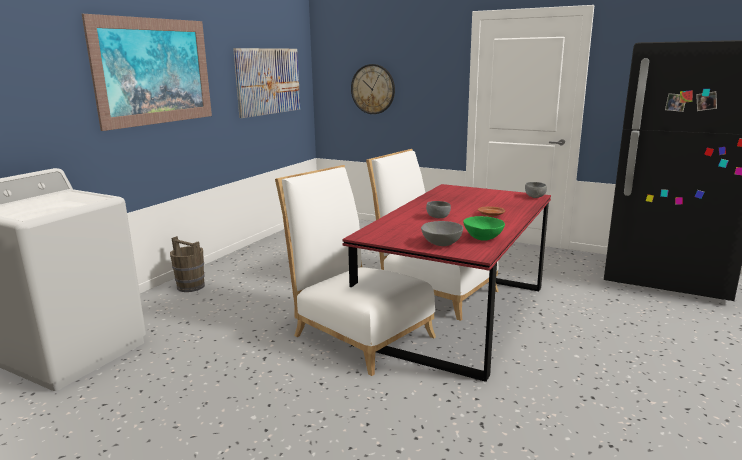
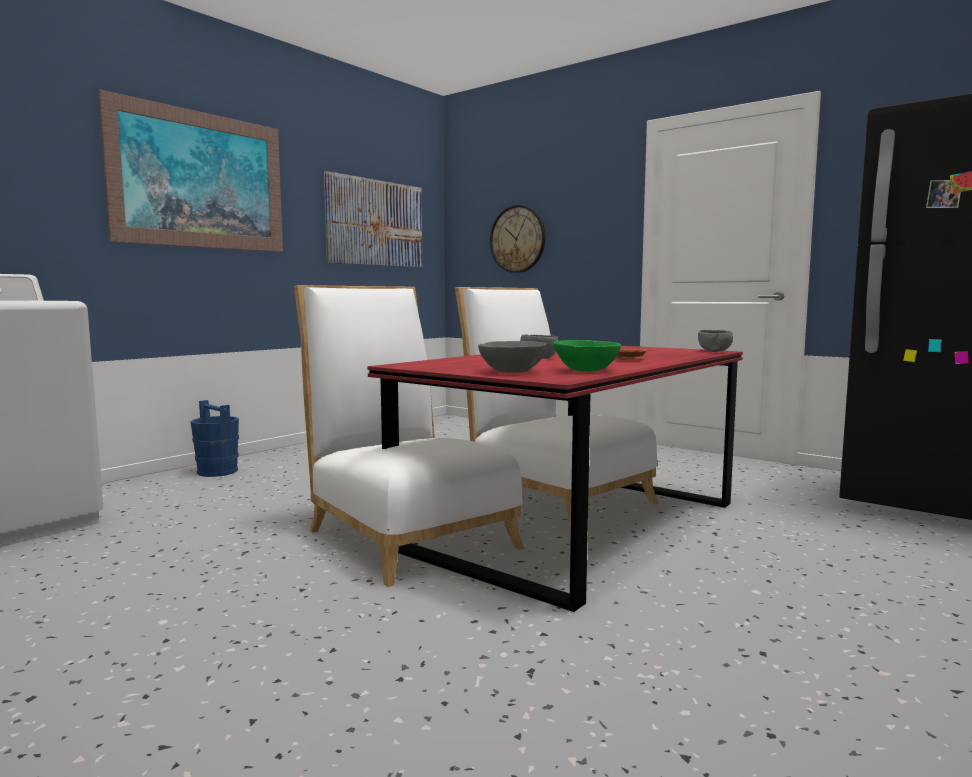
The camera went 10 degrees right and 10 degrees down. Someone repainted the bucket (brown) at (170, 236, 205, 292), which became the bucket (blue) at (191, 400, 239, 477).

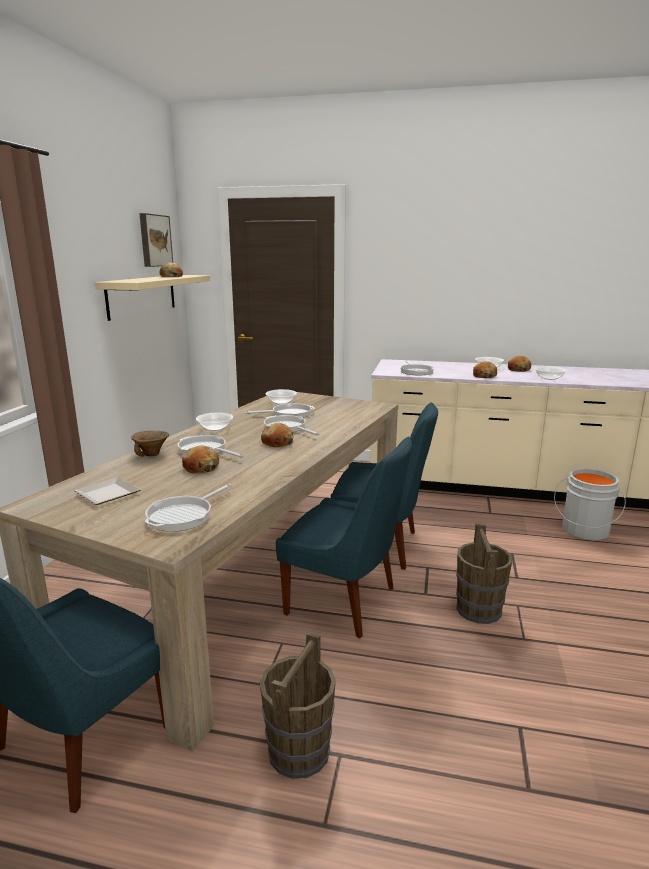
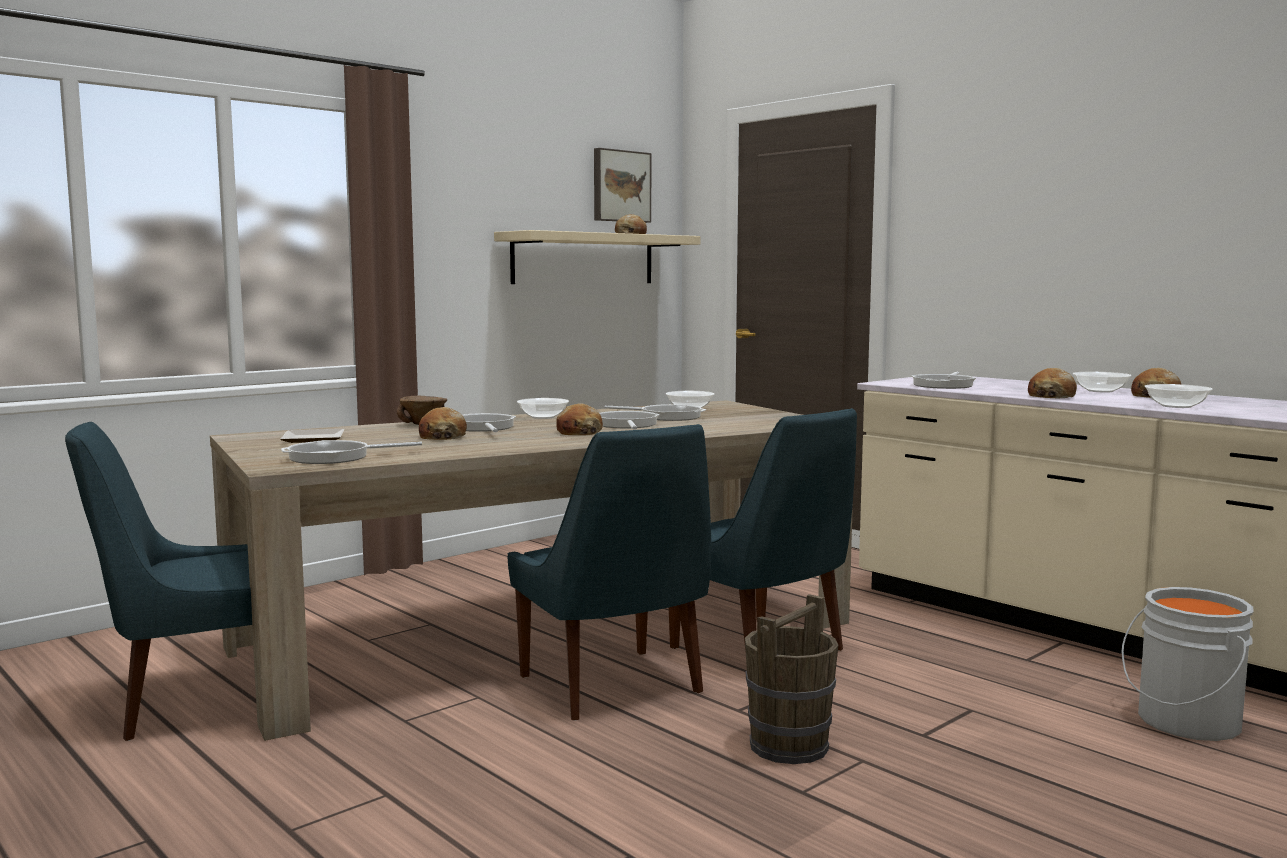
The camera went 35 degrees right and 10 degrees down. Someone took away the bucket (brown) at (260, 632, 336, 779).

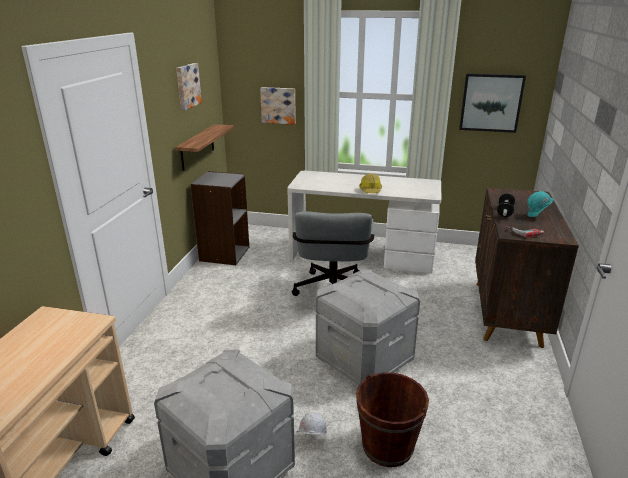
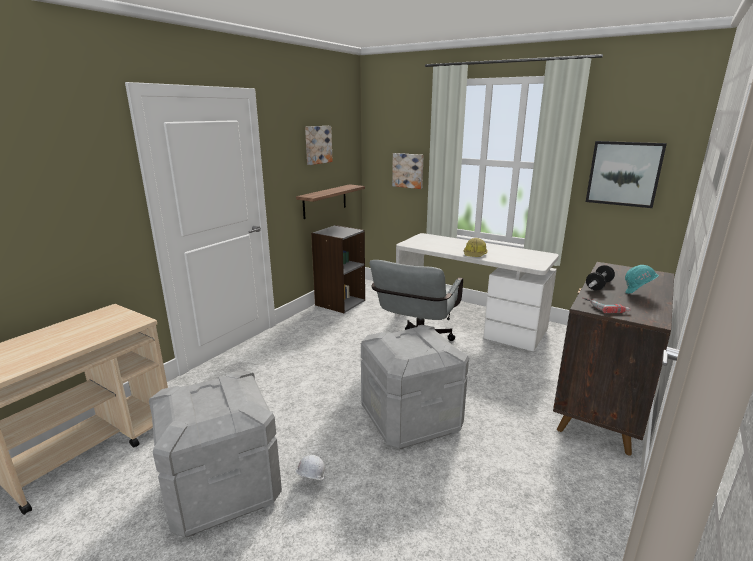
The camera went 20 degrees right and 5 degrees down. Someone took away the bucket (brown) at (356, 372, 429, 467).

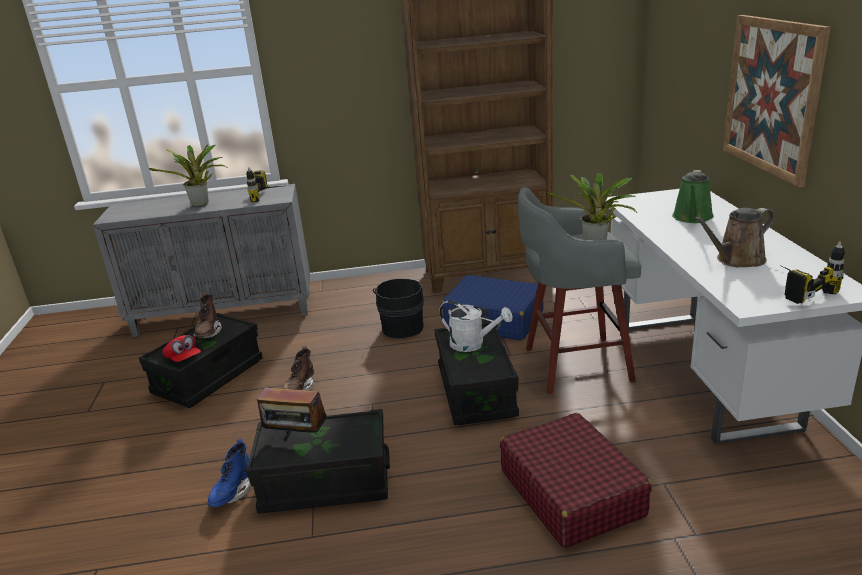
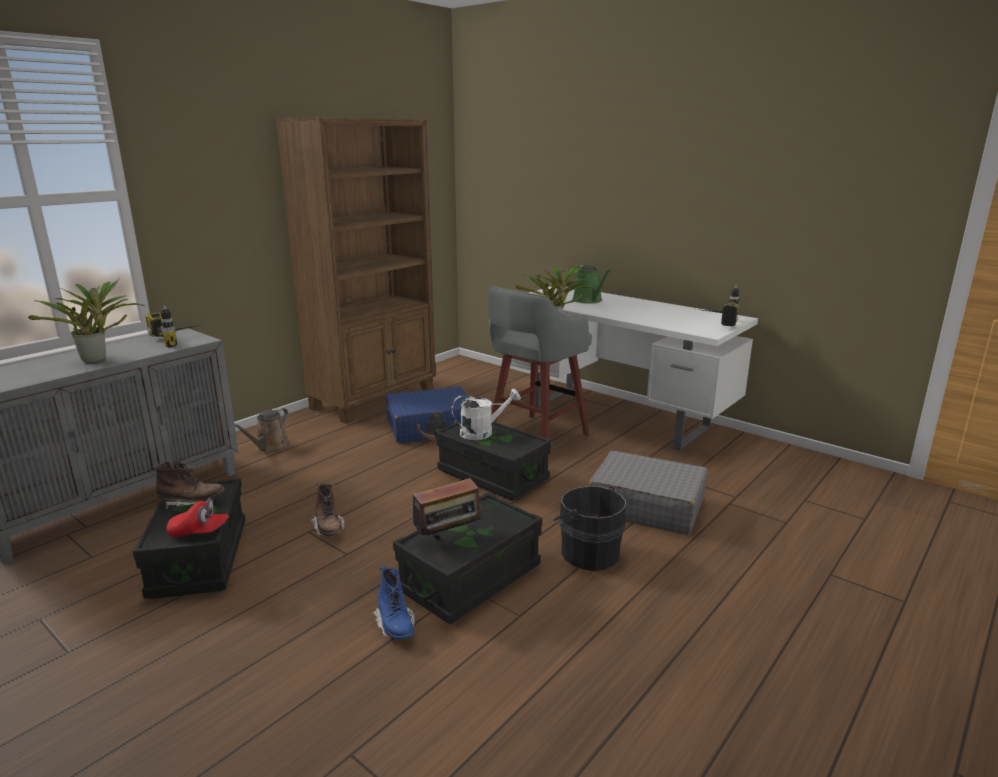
The camera went 45 degrees left and 5 degrees down. Someone rotated the boot (brown) at (193, 292, 222, 338) by 45 degrees counterclockwise. Someone carried the bucket (black) from (373, 279, 425, 338) to (553, 486, 626, 571). Someone repainted the suitcase (red) at (500, 413, 652, 548), which became the suitcase (grey) at (588, 451, 707, 535). Someone carried the watering can (brown) from (694, 208, 775, 267) to (235, 408, 290, 453). Someone took away the picture at (723, 15, 831, 187).

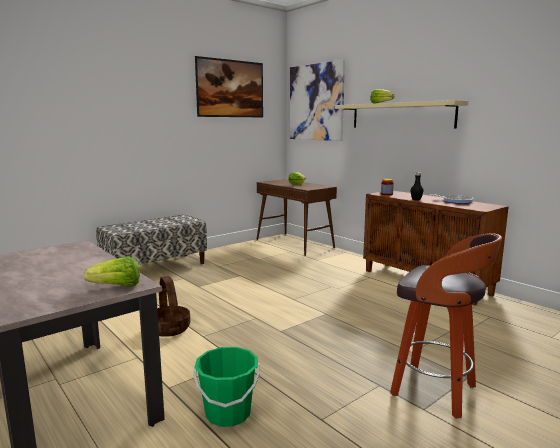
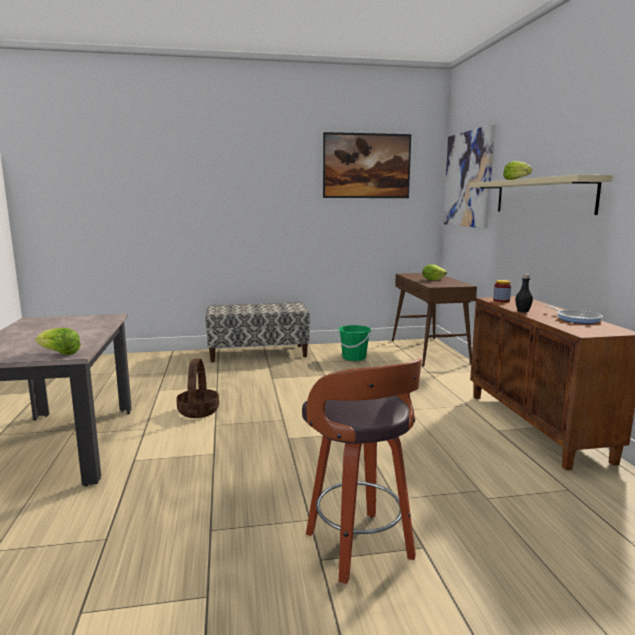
The camera went 30 degrees right and 0 degrees up. Someone carried the bucket (green) from (193, 347, 259, 427) to (338, 325, 371, 361).

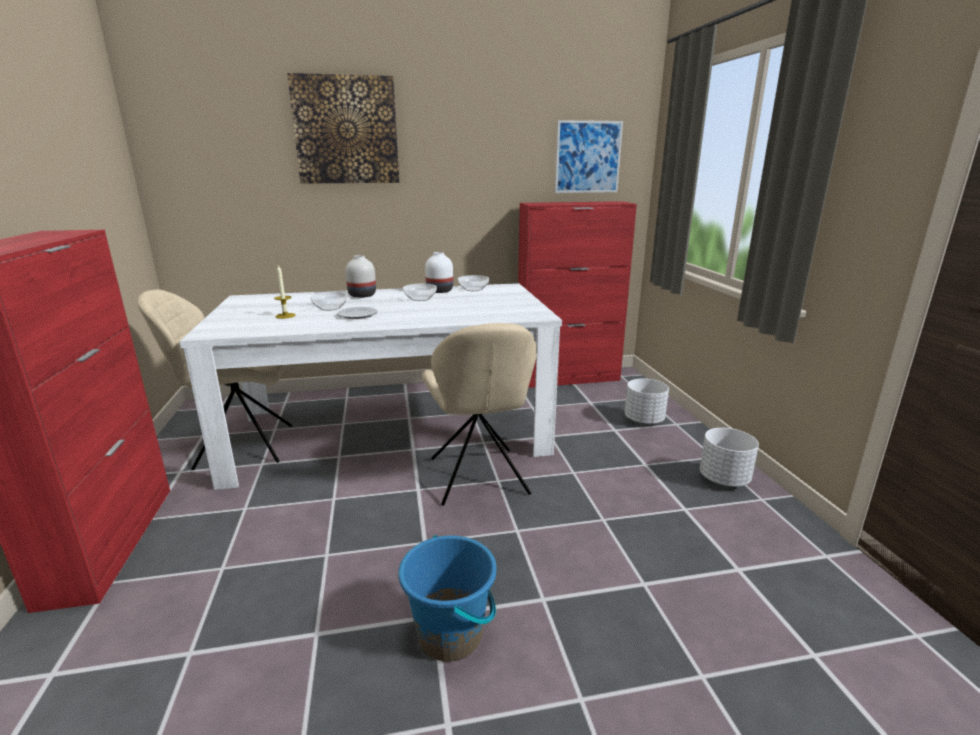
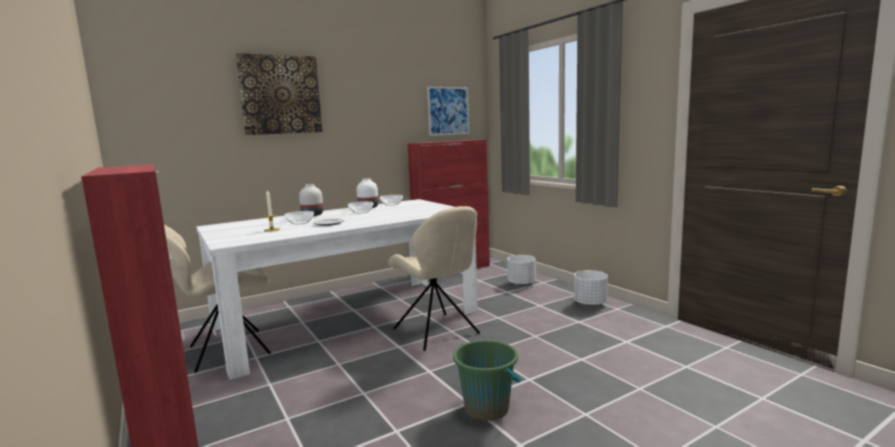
The camera went 20 degrees left and 10 degrees down. Someone repainted the bucket (blue) at (399, 535, 497, 662), which became the bucket (green) at (453, 340, 521, 421).

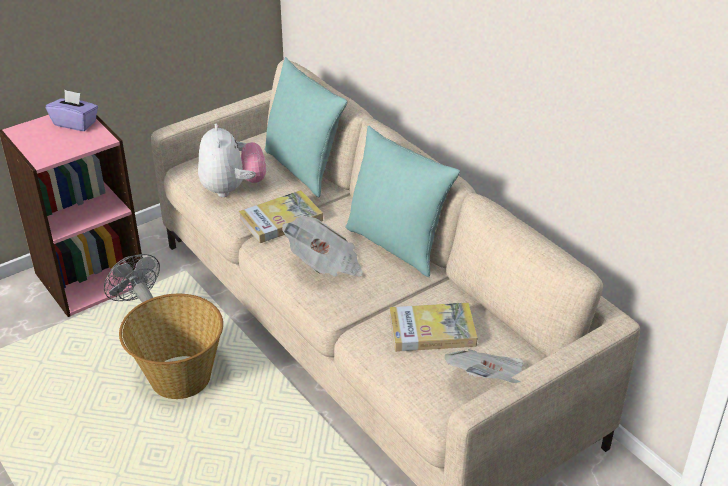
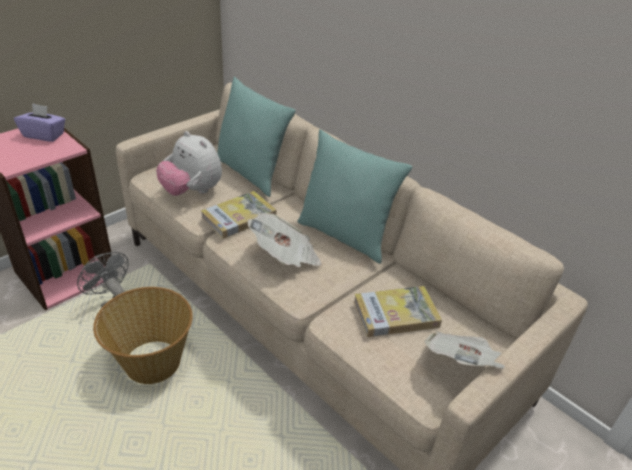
The camera went 10 degrees left and 0 degrees up. Someone rotated the plush toy at (198, 124, 266, 197) by 150 degrees clockwise.

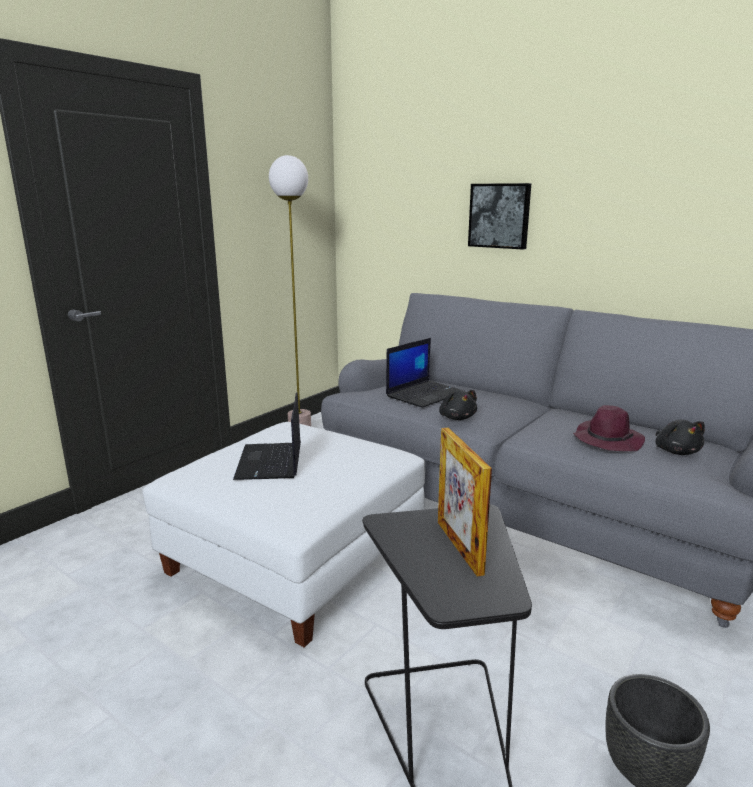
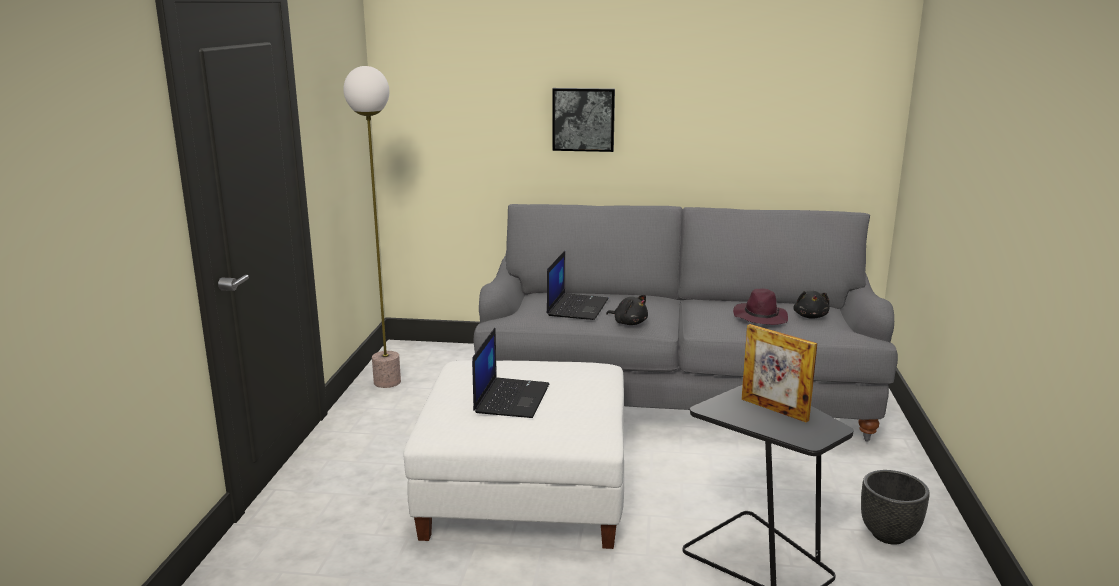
The camera went 30 degrees left and 0 degrees up. Someone rotated the laptop at (233, 392, 301, 480) by 135 degrees counterclockwise. Someone rotated the plush toy (black) at (656, 420, 705, 455) by 45 degrees clockwise.

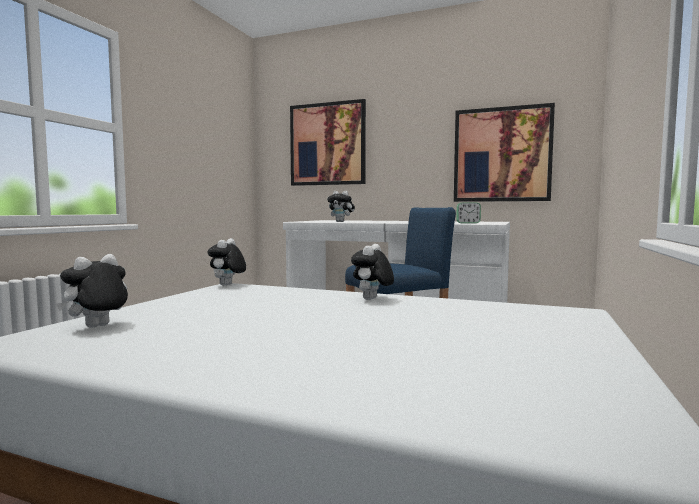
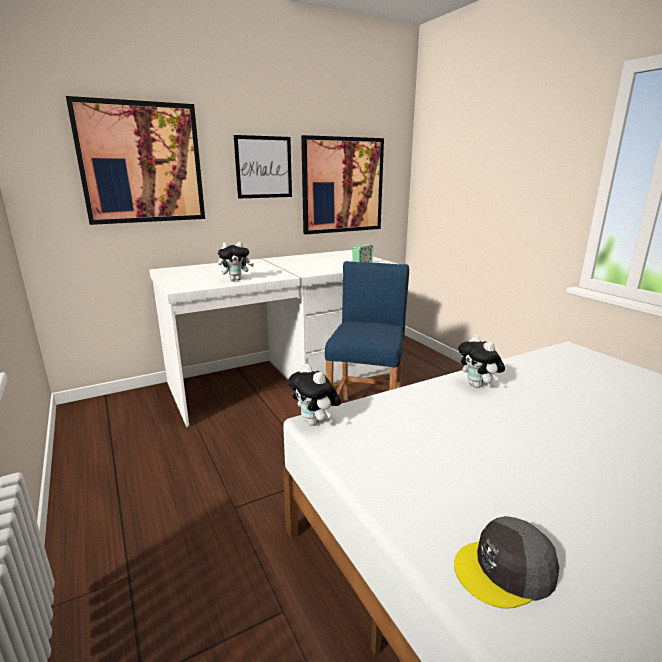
The camera went 50 degrees left and 15 degrees up. Someone swapped the plush toy at (56, 254, 128, 328) for the cap (grey) at (454, 516, 559, 609). Someone put up the picture at (234, 135, 292, 199).

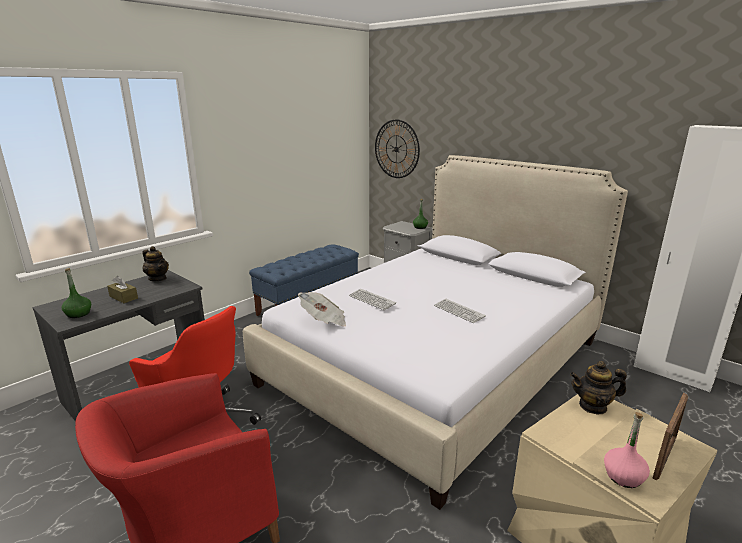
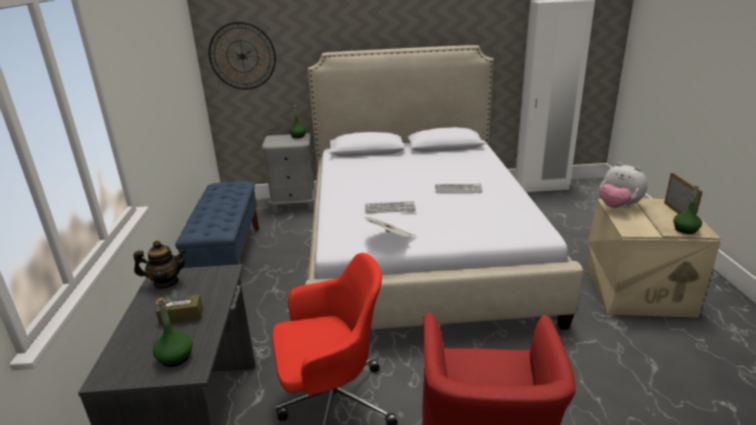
The camera went 45 degrees left and 5 degrees up. Someone swapped the teapot at (570, 361, 627, 414) for the plush toy at (599, 162, 647, 208). Someone repainted the bottle (pink) at (604, 412, 650, 488), which became the bottle (green) at (673, 186, 702, 234).

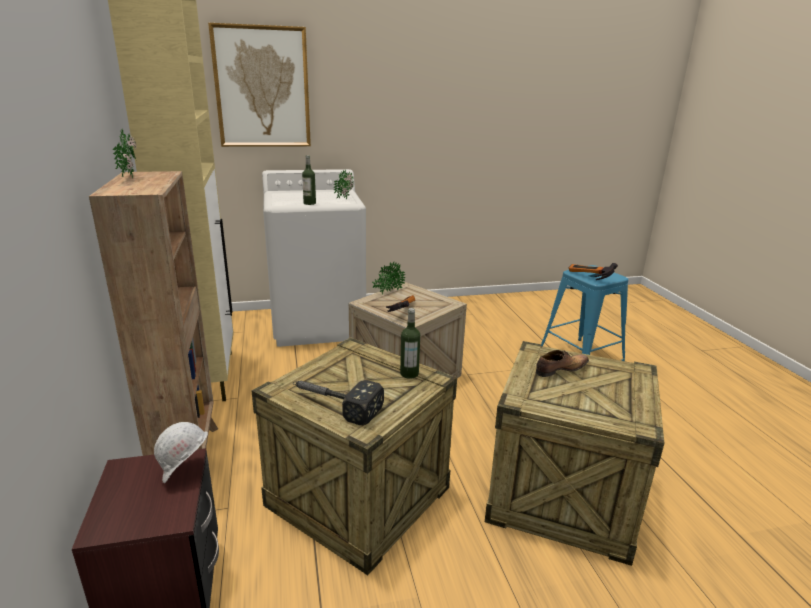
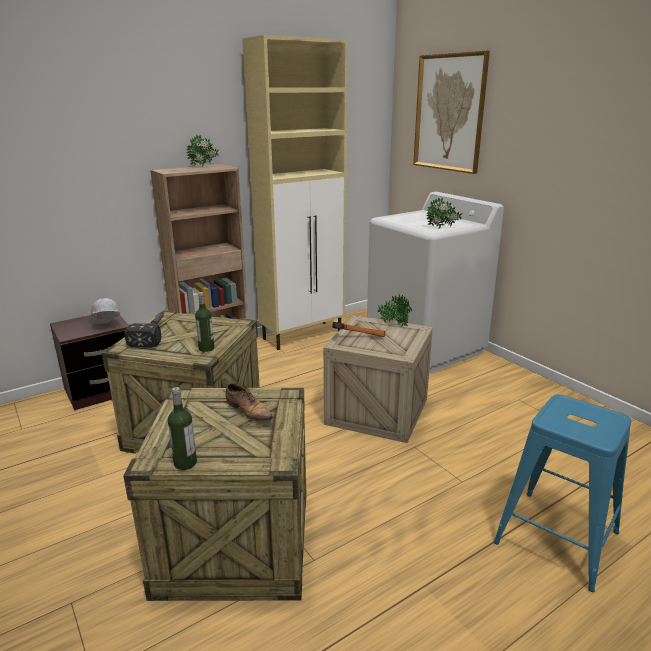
The camera went 70 degrees right and 0 degrees up. Someone carried the bottle from (302, 155, 316, 205) to (168, 387, 197, 470). Someone took away the hammer at (569, 263, 618, 280).

